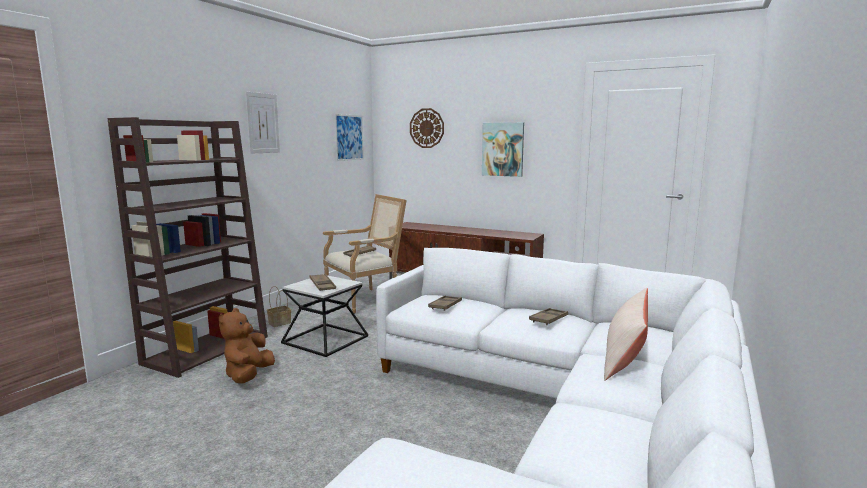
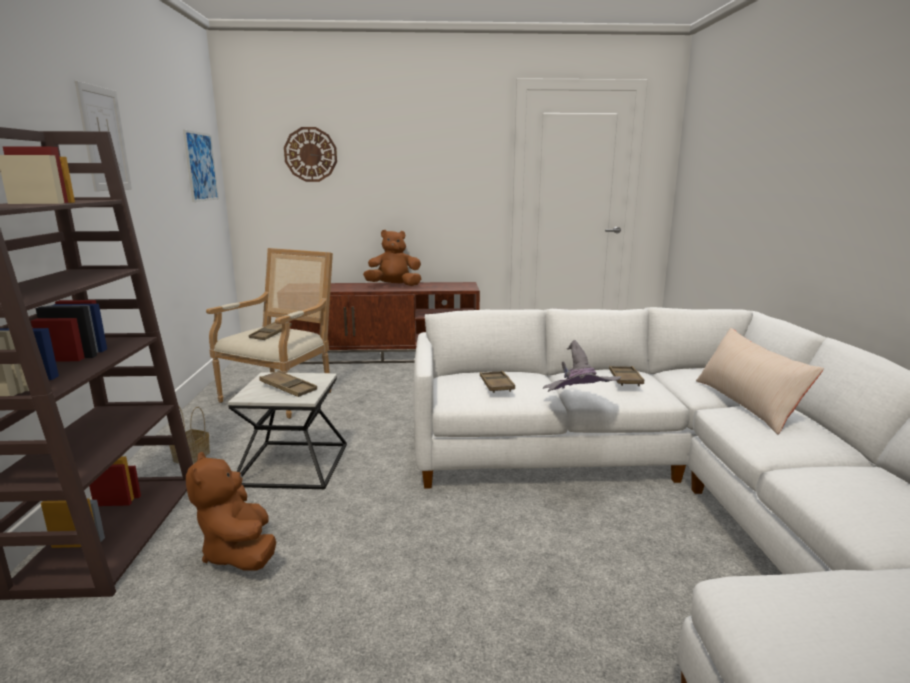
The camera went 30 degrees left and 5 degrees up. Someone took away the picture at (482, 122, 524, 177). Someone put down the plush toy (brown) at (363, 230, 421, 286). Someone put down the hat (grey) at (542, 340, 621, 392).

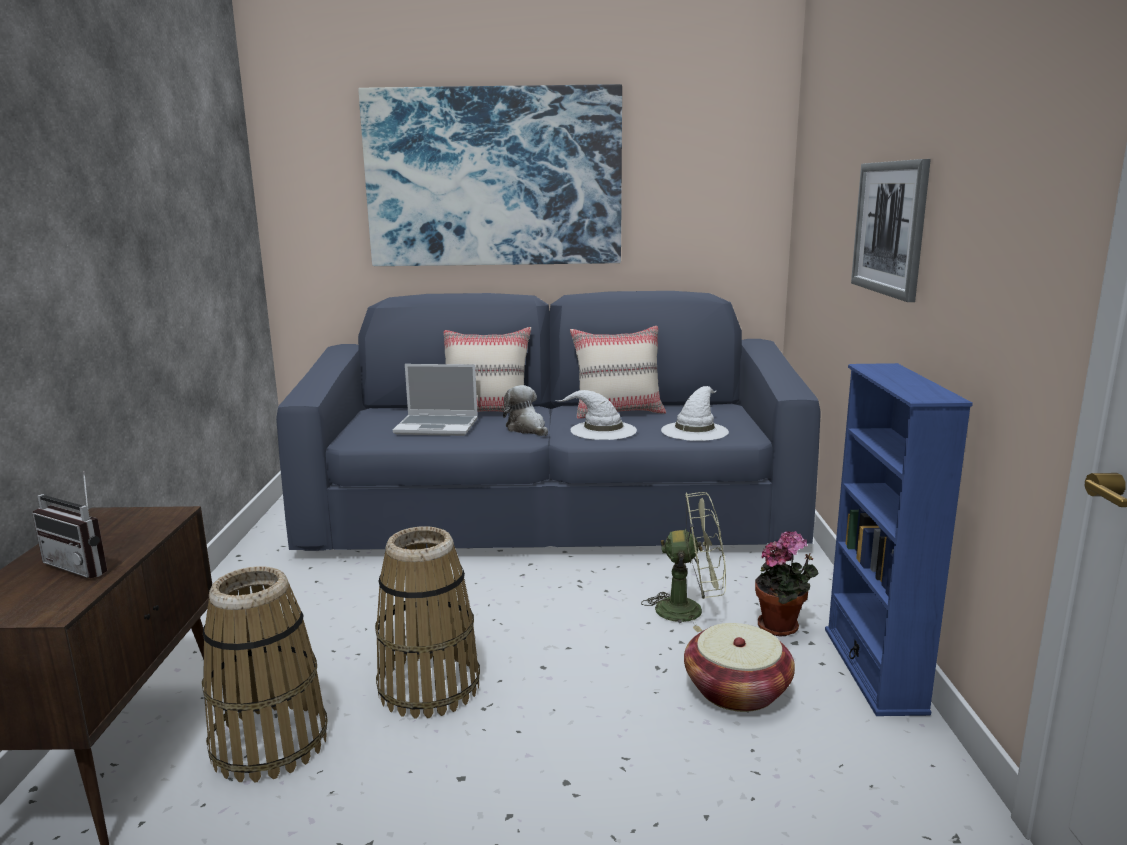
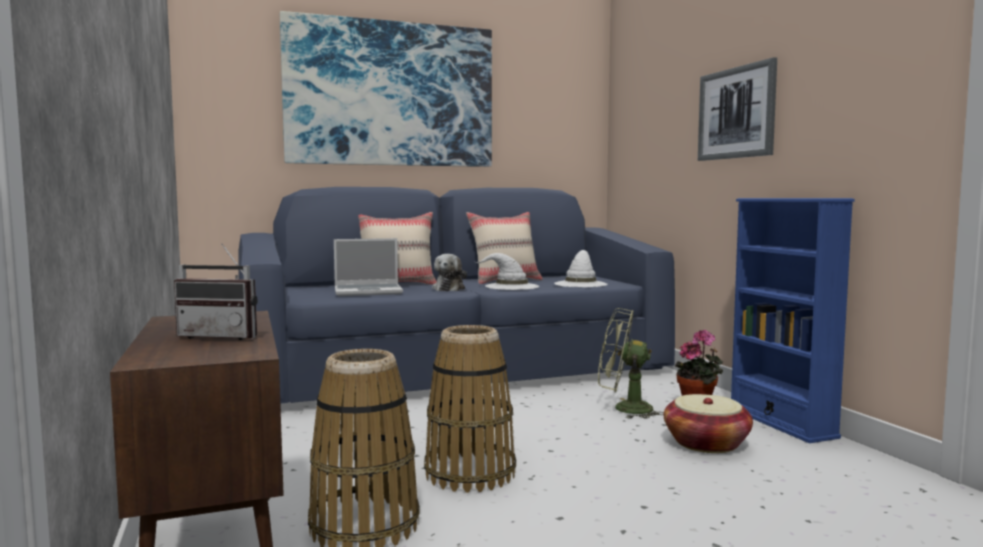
The camera went 20 degrees left and 10 degrees down. Someone rotated the plush toy at (503, 385, 548, 436) by 120 degrees counterclockwise. Someone rotated the fan (green) at (641, 492, 726, 632) by 150 degrees counterclockwise.

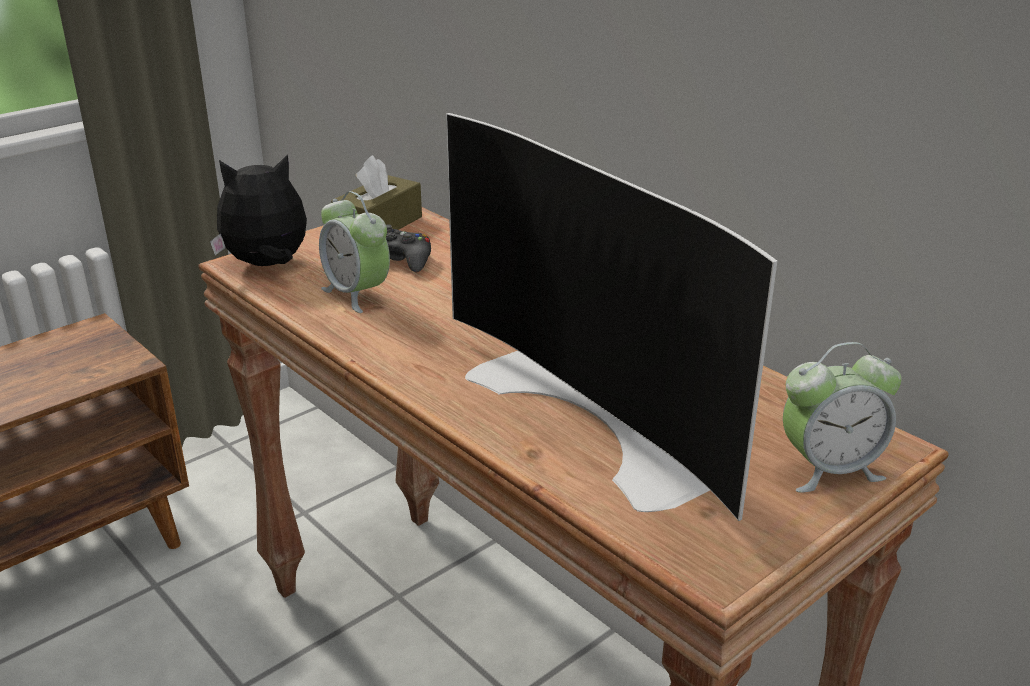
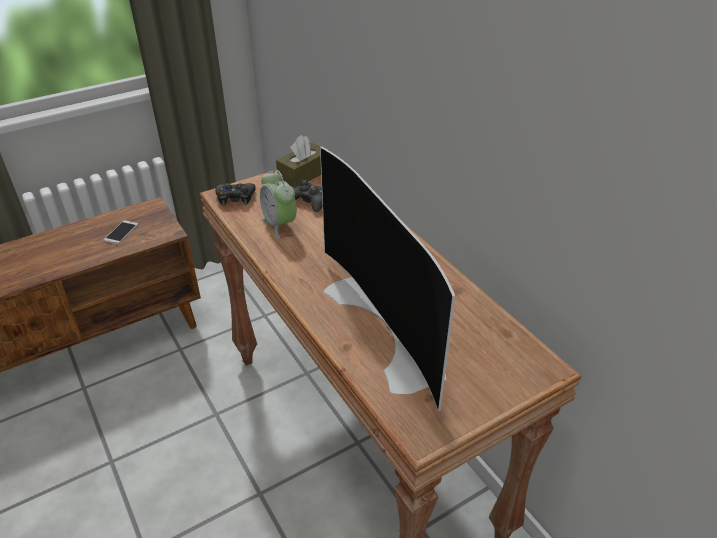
The camera went 10 degrees right and 10 degrees up. Someone swapped the plush toy at (210, 154, 307, 266) for the game controller (black) at (215, 183, 256, 206). Someone took away the alarm clock at (783, 342, 902, 493). Someone put down the phone at (104, 220, 138, 244).

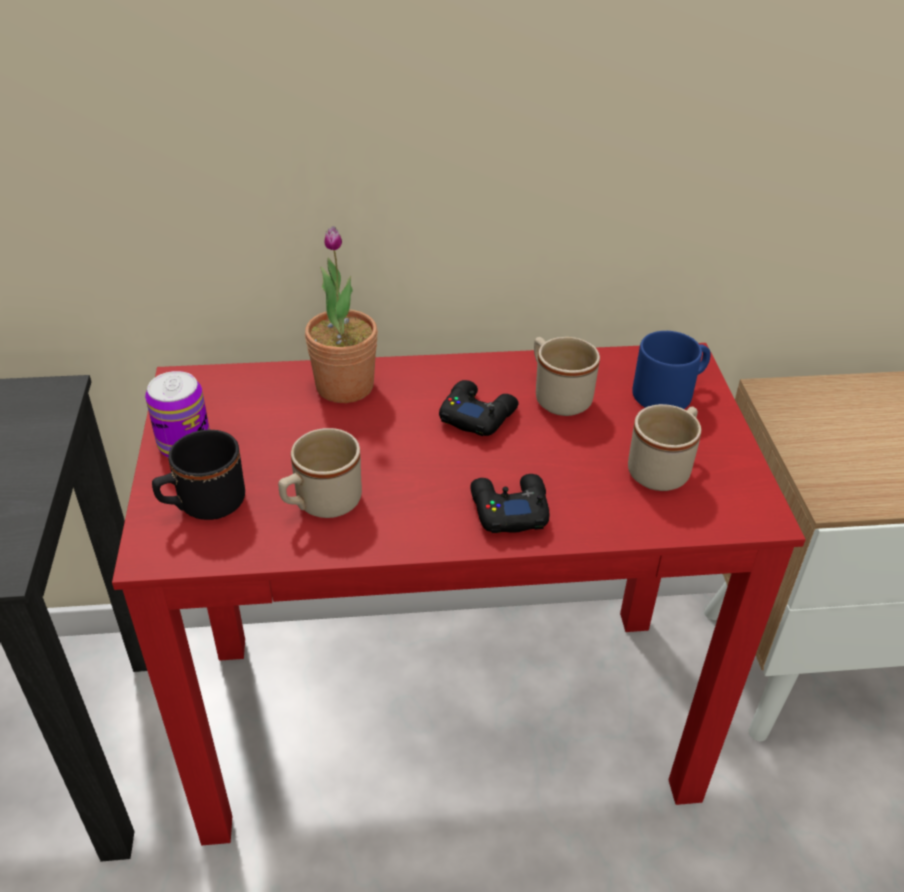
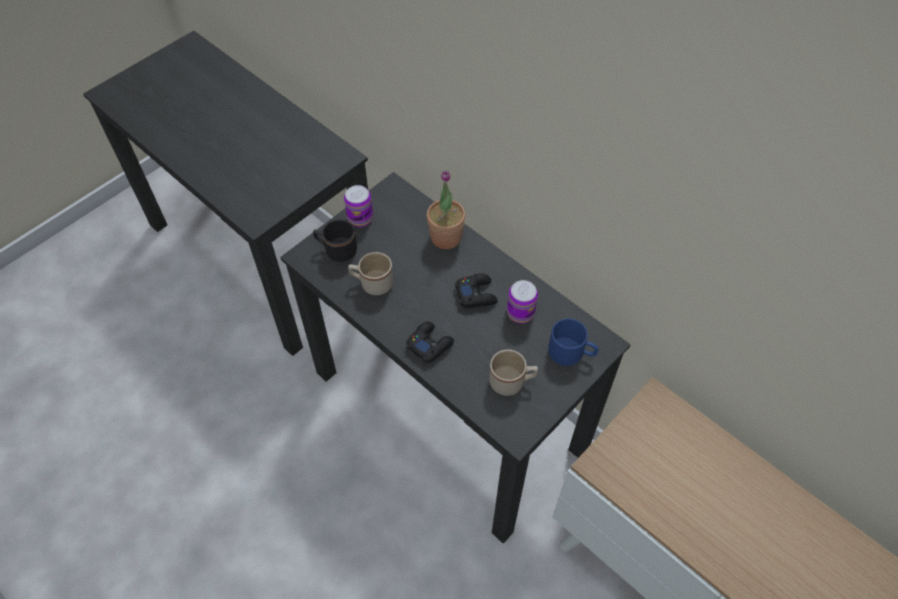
The camera went 50 degrees right and 15 degrees up. Someone repainted the desk (red) at (112, 343, 806, 845), which became the desk (black) at (280, 172, 631, 544). Someone swapped the mug (beige) at (534, 337, 600, 416) for the can at (507, 280, 538, 324).

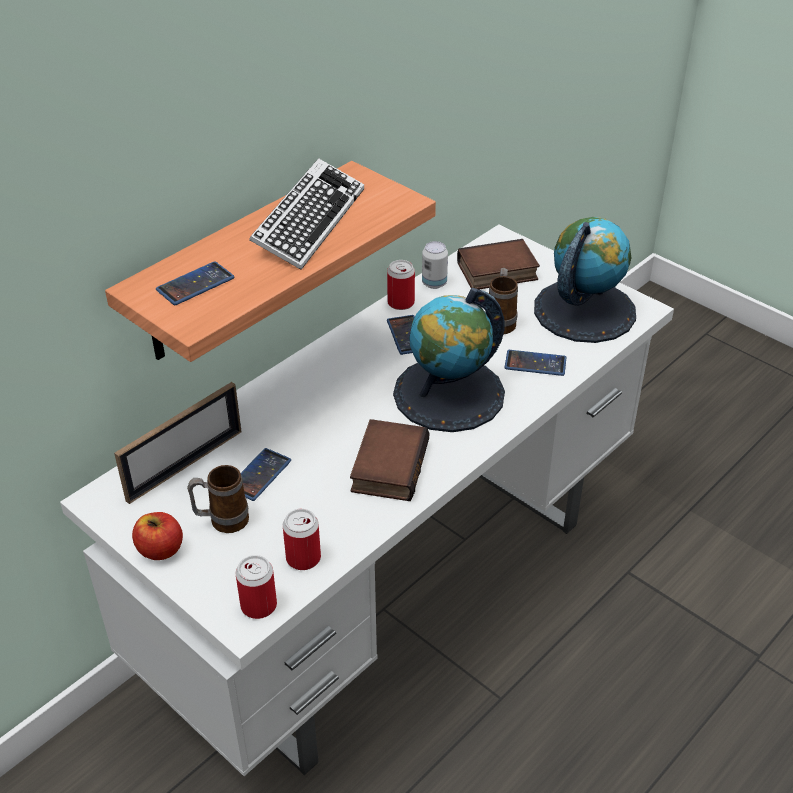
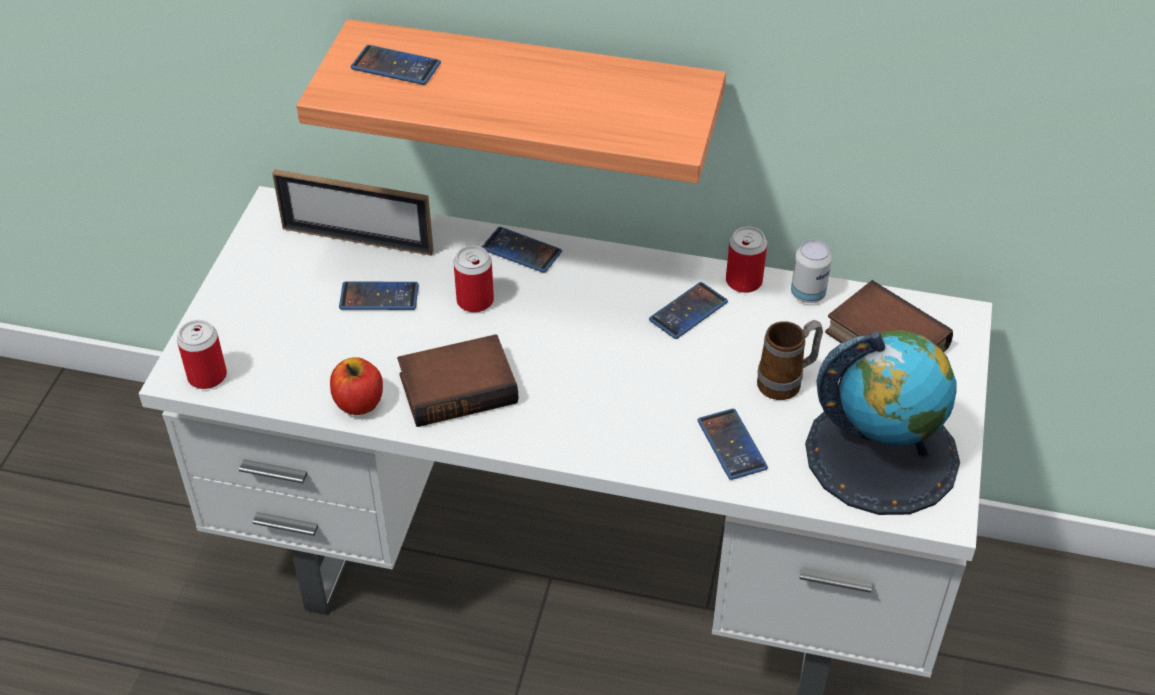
The camera went 60 degrees right and 5 degrees up. Someone carried the apple from (132, 512, 183, 560) to (330, 357, 383, 415). Someone took away the mug at (187, 465, 249, 533). Someone took away the keyboard at (249, 158, 364, 270). Someone carried the can from (283, 509, 321, 570) to (454, 245, 494, 312). Someone took away the globe at (393, 288, 505, 432). Someone put down the phone at (482, 227, 562, 273).

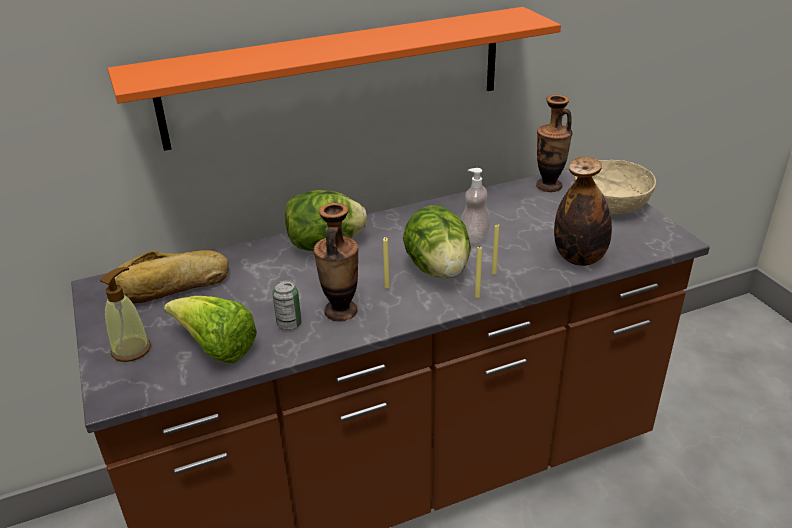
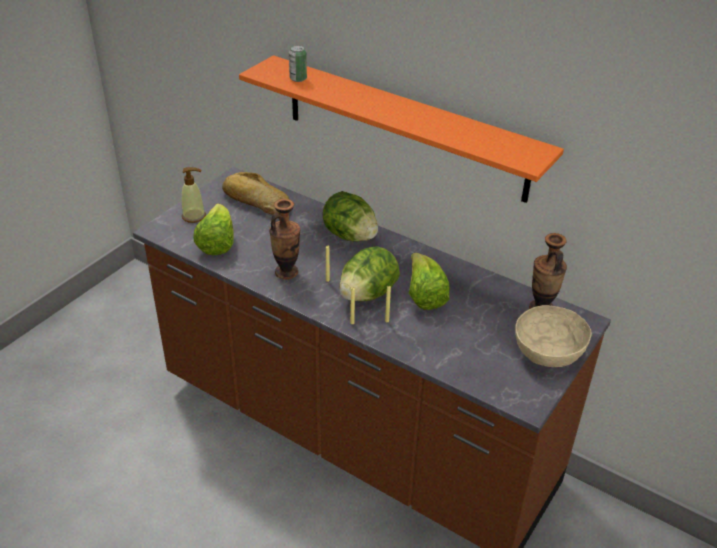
The camera went 55 degrees right and 5 degrees up. Someone carried the can from (272, 280, 302, 330) to (289, 45, 307, 82). Someone swapped the soap dispenser at (461, 168, 491, 243) for the lettuce at (409, 253, 450, 310). Someone took away the bottle at (554, 157, 612, 266).

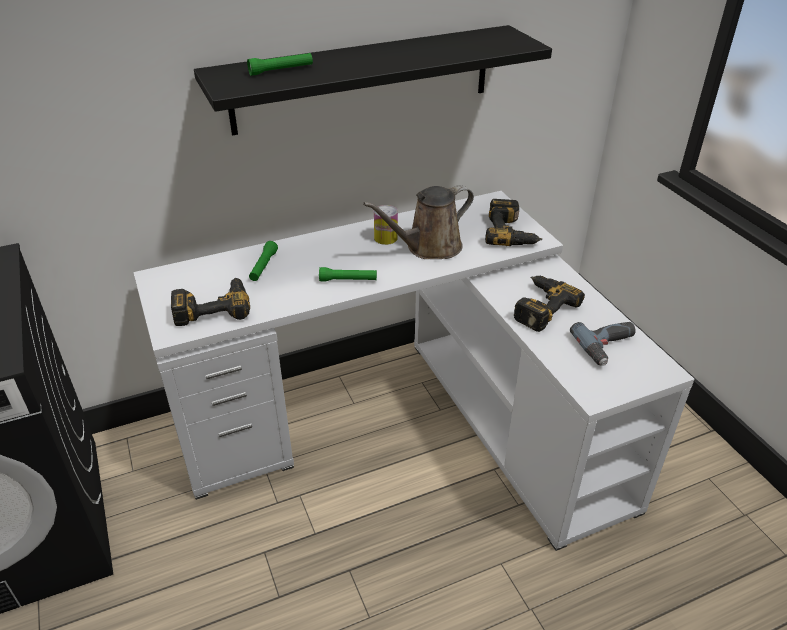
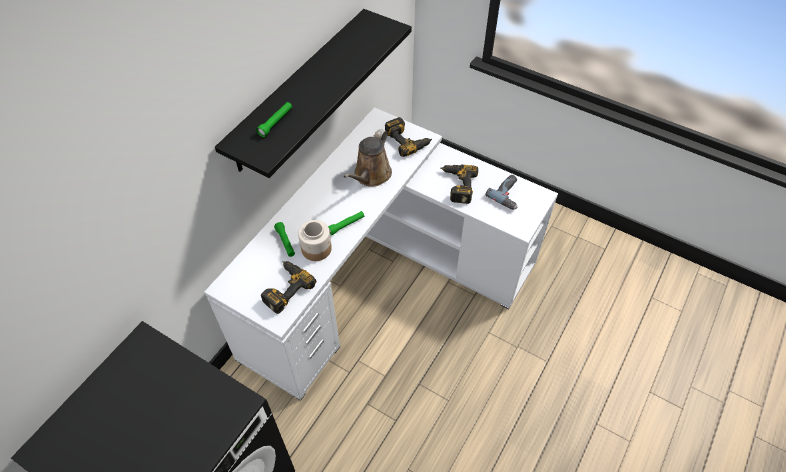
The camera went 35 degrees left and 15 degrees up. Someone took away the can at (374, 205, 398, 245). Someone put down the jar at (298, 220, 332, 261).

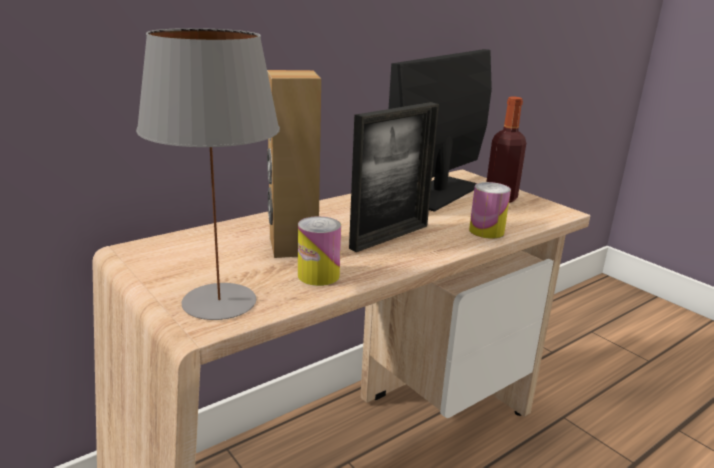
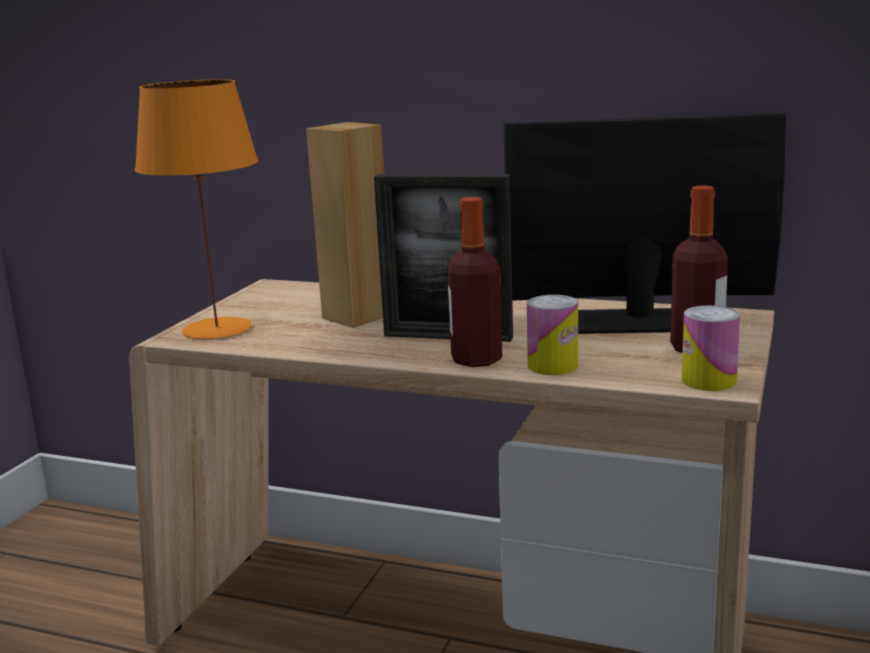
The camera went 60 degrees right and 5 degrees down. Someone repainted the table lamp (grey) at (136, 28, 280, 320), which became the table lamp (orange) at (135, 79, 259, 340). Someone carried the can from (298, 216, 341, 286) to (681, 305, 740, 391). Someone put down the bottle at (447, 197, 502, 367).

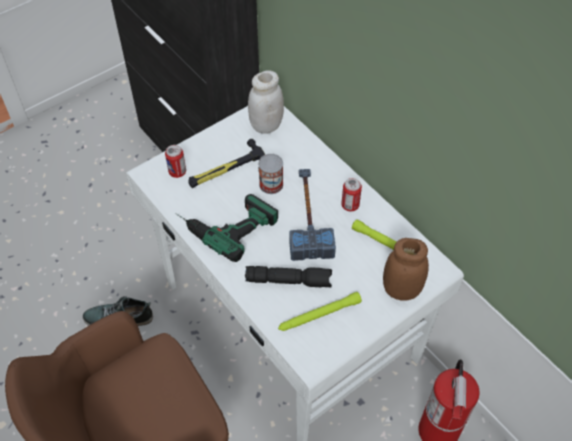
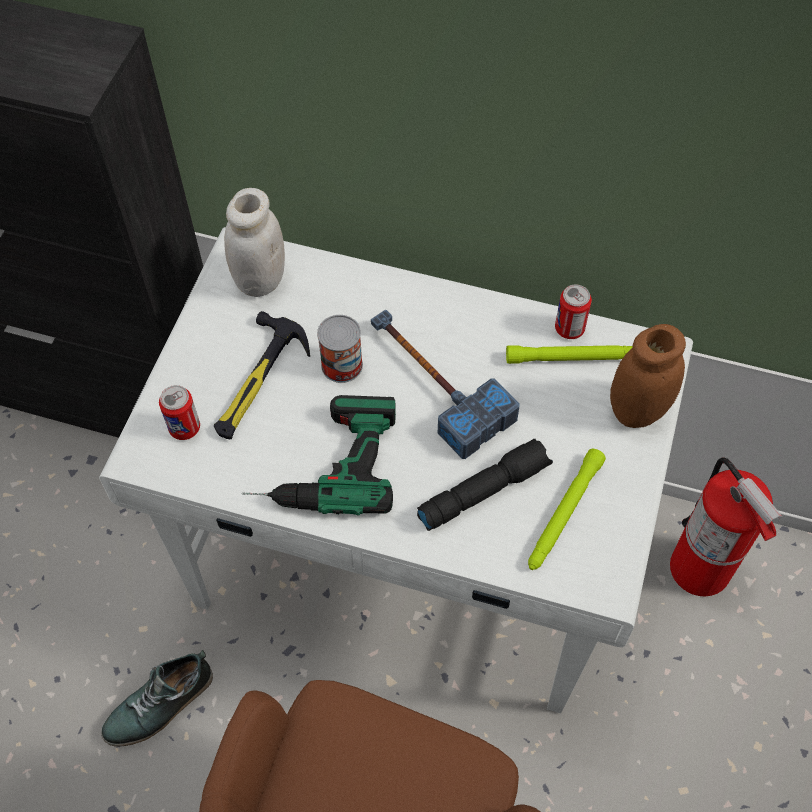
The camera went 35 degrees left and 5 degrees up. Someone carried the can from (341, 178, 362, 212) to (555, 284, 592, 339).

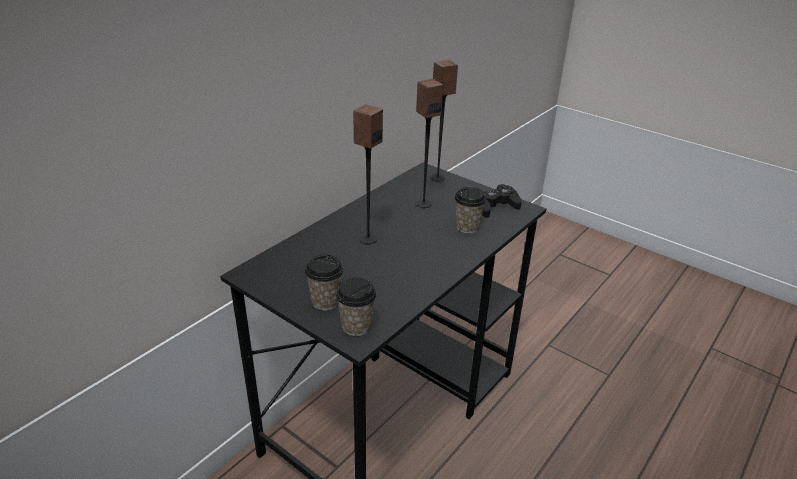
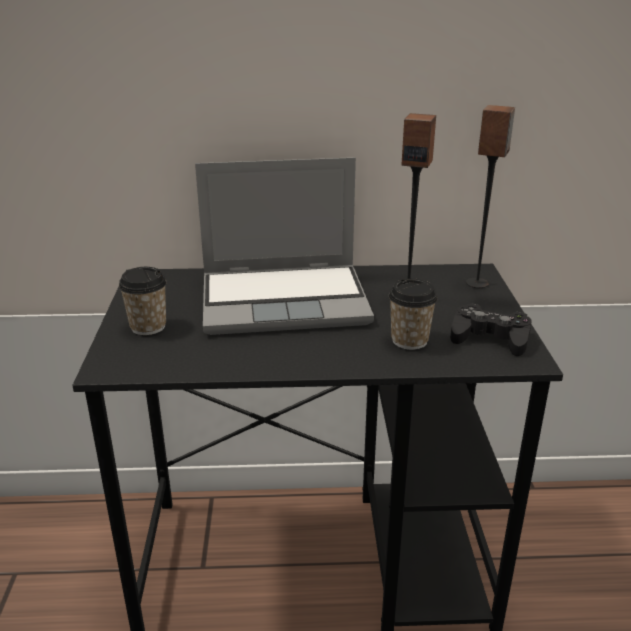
The camera went 50 degrees right and 5 degrees down. Someone took away the cup at (336, 278, 376, 336). Someone swapped the speaker at (353, 105, 383, 244) for the laptop at (195, 157, 374, 335).

